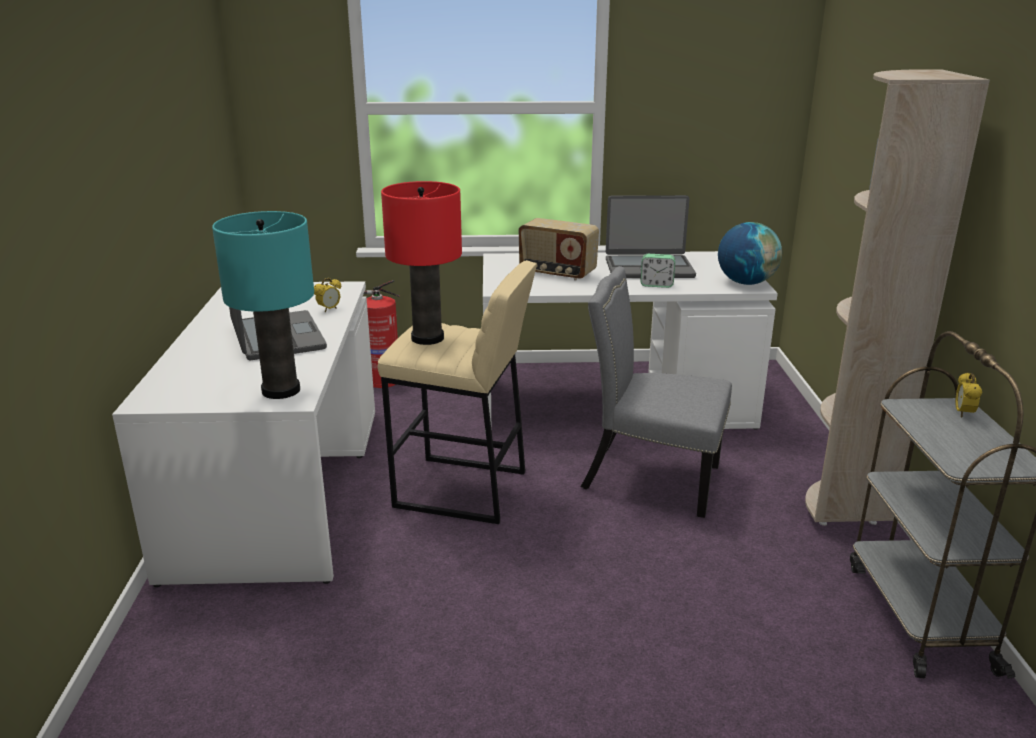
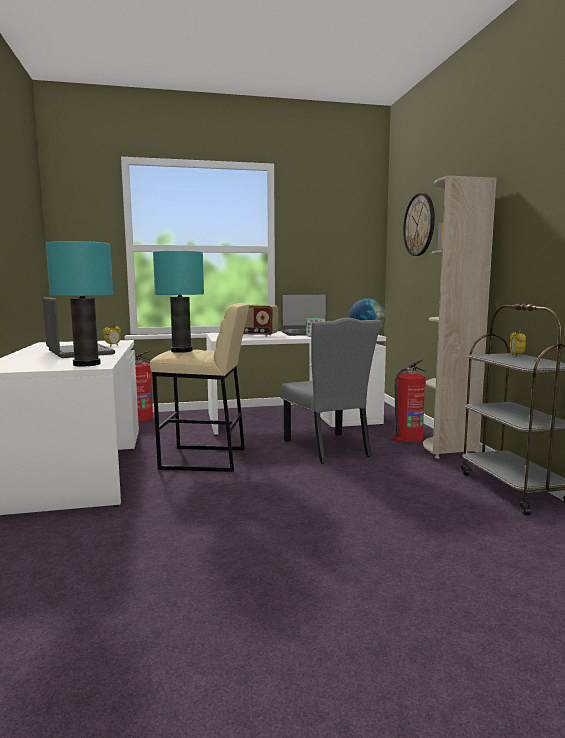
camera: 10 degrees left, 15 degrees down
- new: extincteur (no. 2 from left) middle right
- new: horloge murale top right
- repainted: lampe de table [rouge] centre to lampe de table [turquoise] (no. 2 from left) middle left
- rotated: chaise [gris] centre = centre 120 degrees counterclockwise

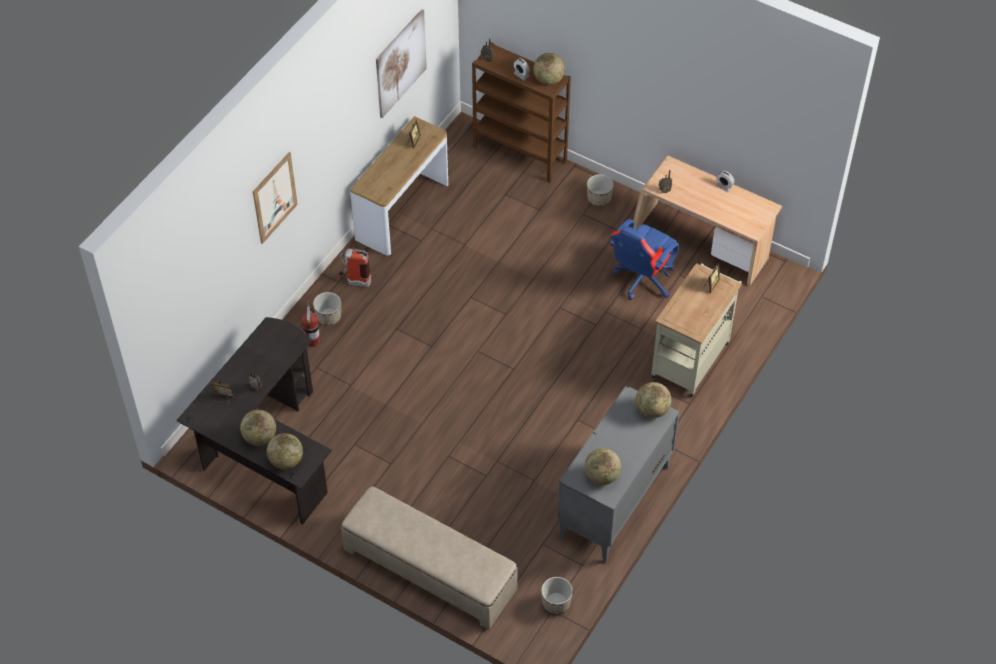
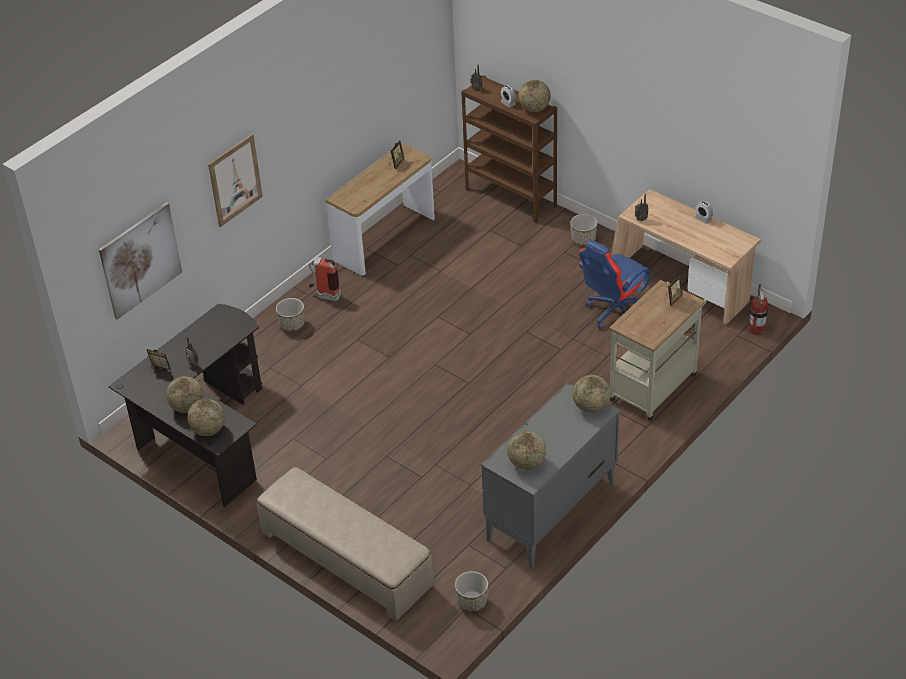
camera: 10 degrees right, 10 degrees down
- shifted: extincteur (no. 1 from left in the first image) middle left to extincteur (no. 2 from left) middle right
- shifted: tableau (no. 2 from left in the first image) top centre to tableau (no. 1 from left) middle left

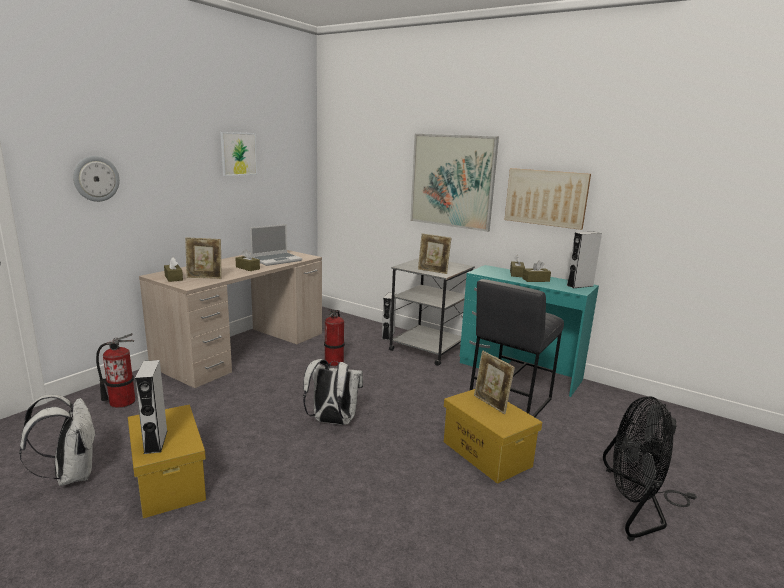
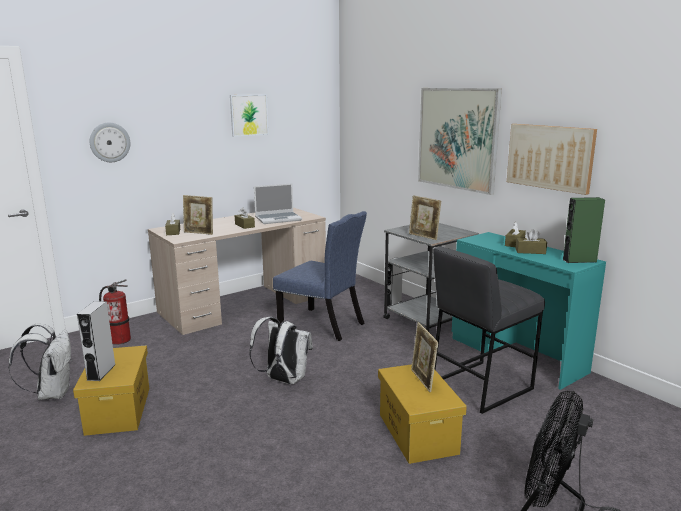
camera: 20 degrees right, 0 degrees up
- swapped: extincteur (no. 2 from left) centre to chaise [bleu] centre
- repainted: enceinte [gris] (no. 3 from left) middle right to enceinte [vert] middle right

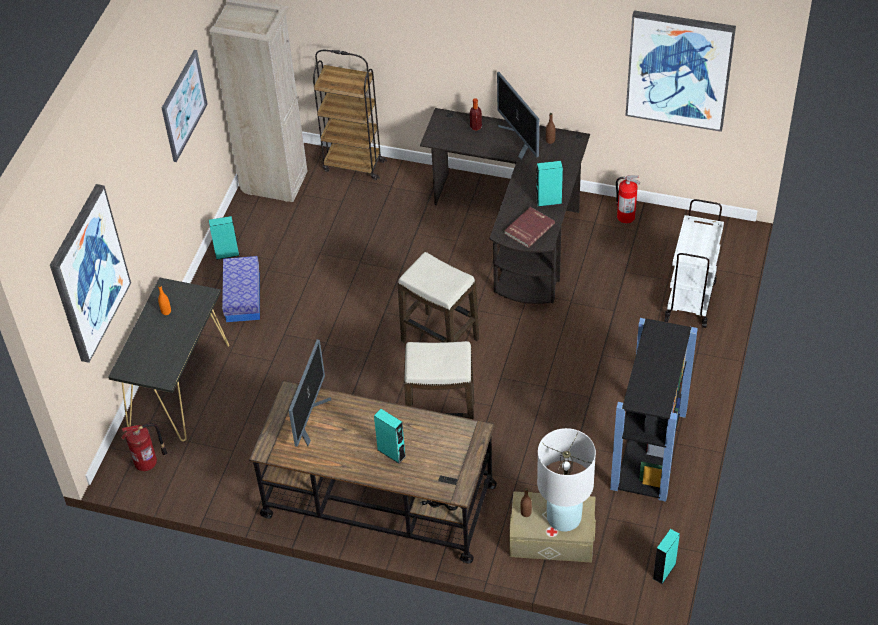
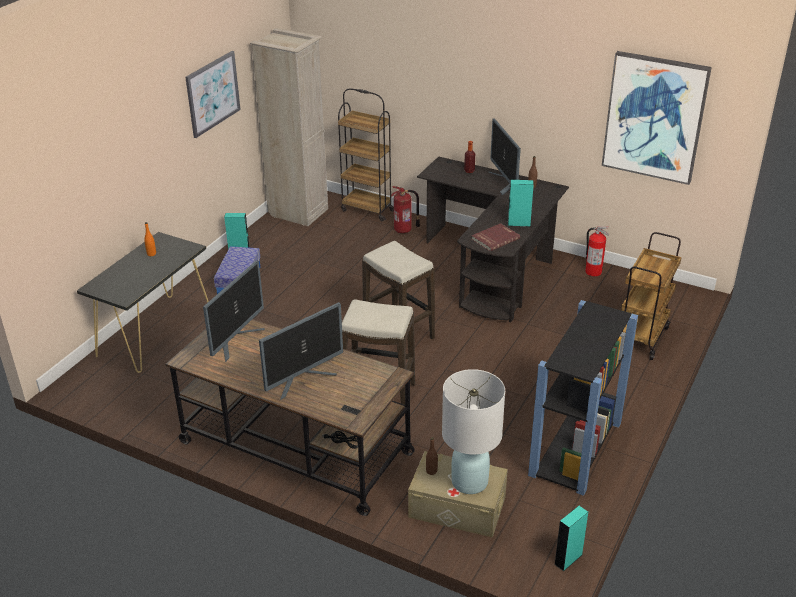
camera: 10 degrees right, 15 degrees down
- gone: tableau (no. 1 from left) middle left
- shifted: extincteur (no. 1 from left) bottom left to centre
- swapped: enceinte [turquoise] (no. 2 from left) bottom centre to écran d'ordinateur (no. 2 from left) centre
- repainted: chariot [blanc] middle right to chariot [marron] (no. 2 from left) middle right

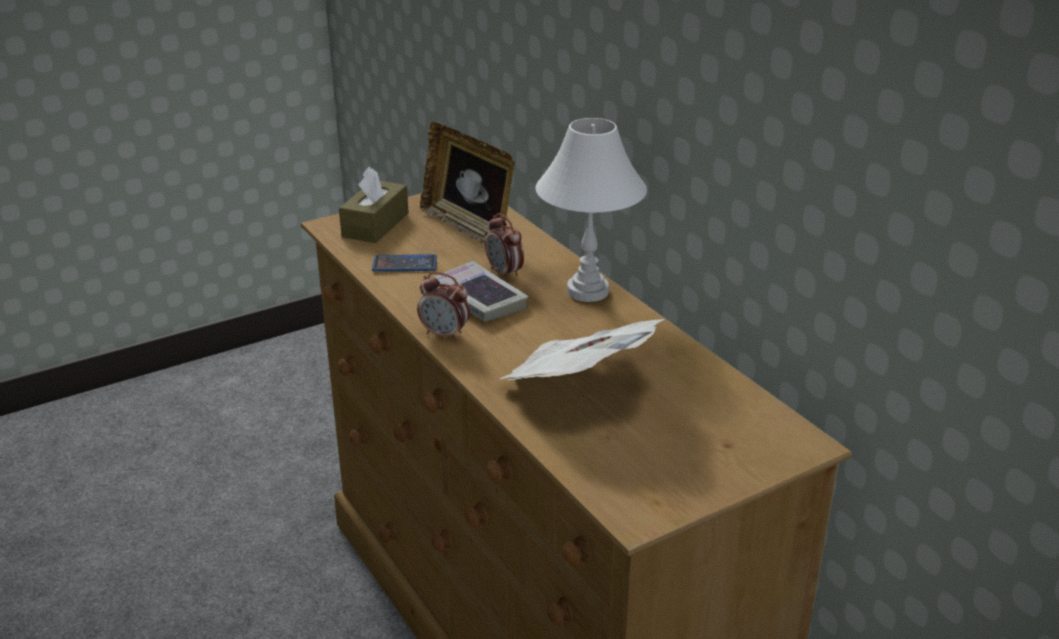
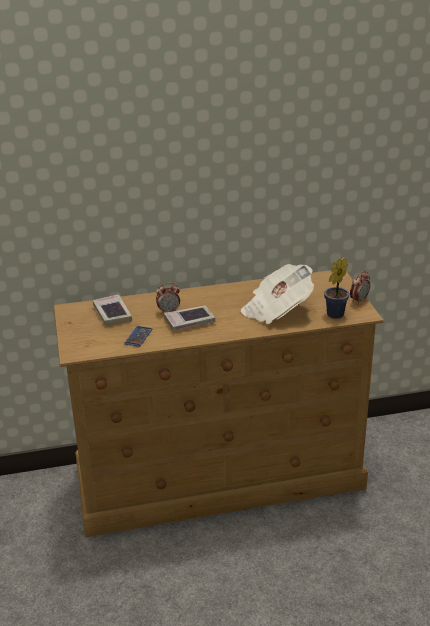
camera: 70 degrees left, 0 degrees up
- gone: boîte à mouchoirs [marron] top centre
- gone: lampe de table [blanc] top centre
- new: plante en pot middle right
- shifted: réveil (no. 1 from left in the first image) centre to réveil (no. 2 from left) middle right
- swapped: cadre photo top centre to livre (no. 1 from left) middle left

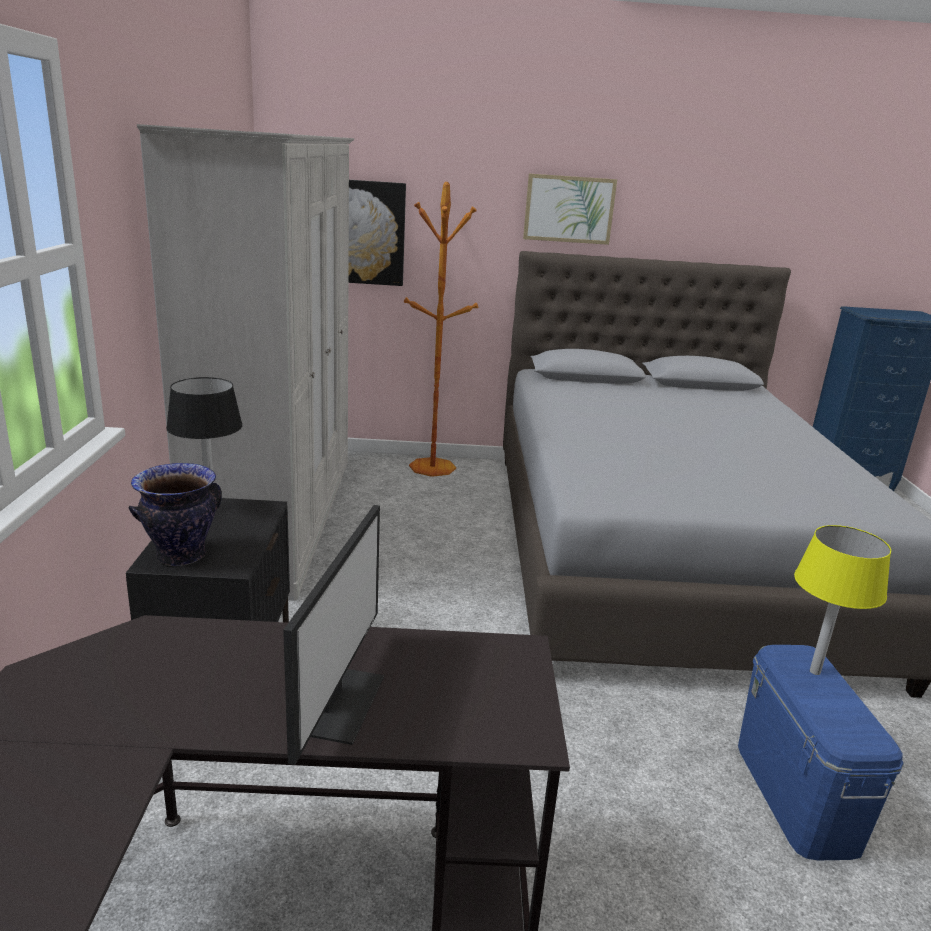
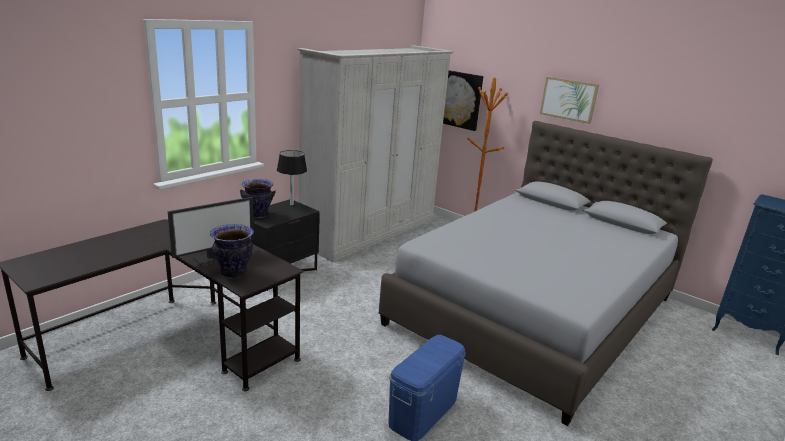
camera: 40 degrees right, 0 degrees up
- gone: lampe de table [jaune] middle right
- new: vase (no. 1 from left) middle left

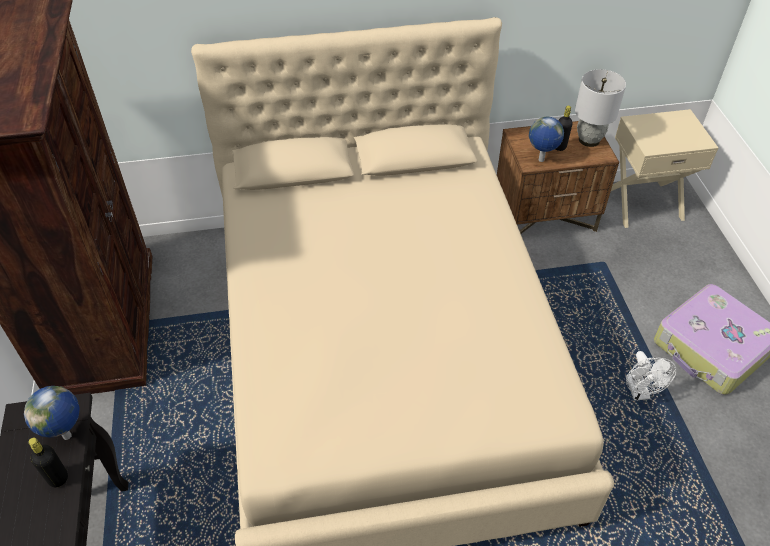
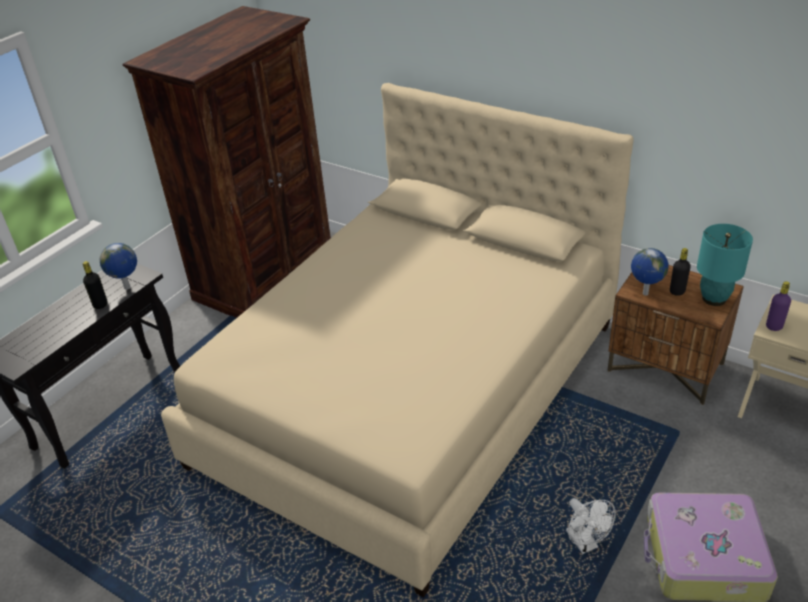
camera: 45 degrees right, 10 degrees down
- new: bouteille [violet] middle right
- repainted: lampe de table [blanc] top right to lampe de table [turquoise] middle right
- rotated: ventilateur [blanc] bottom right = bottom right 60 degrees counterclockwise

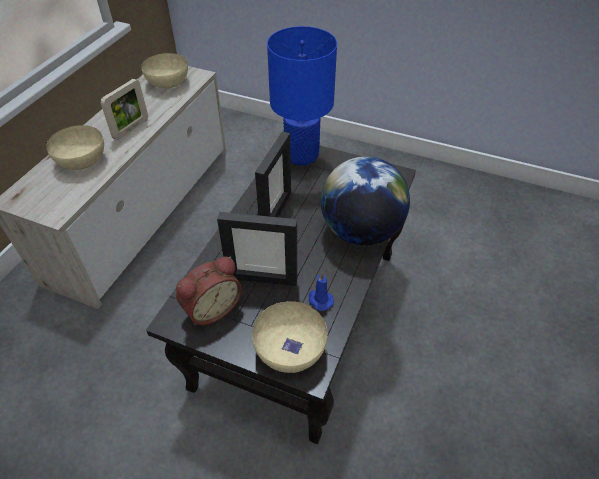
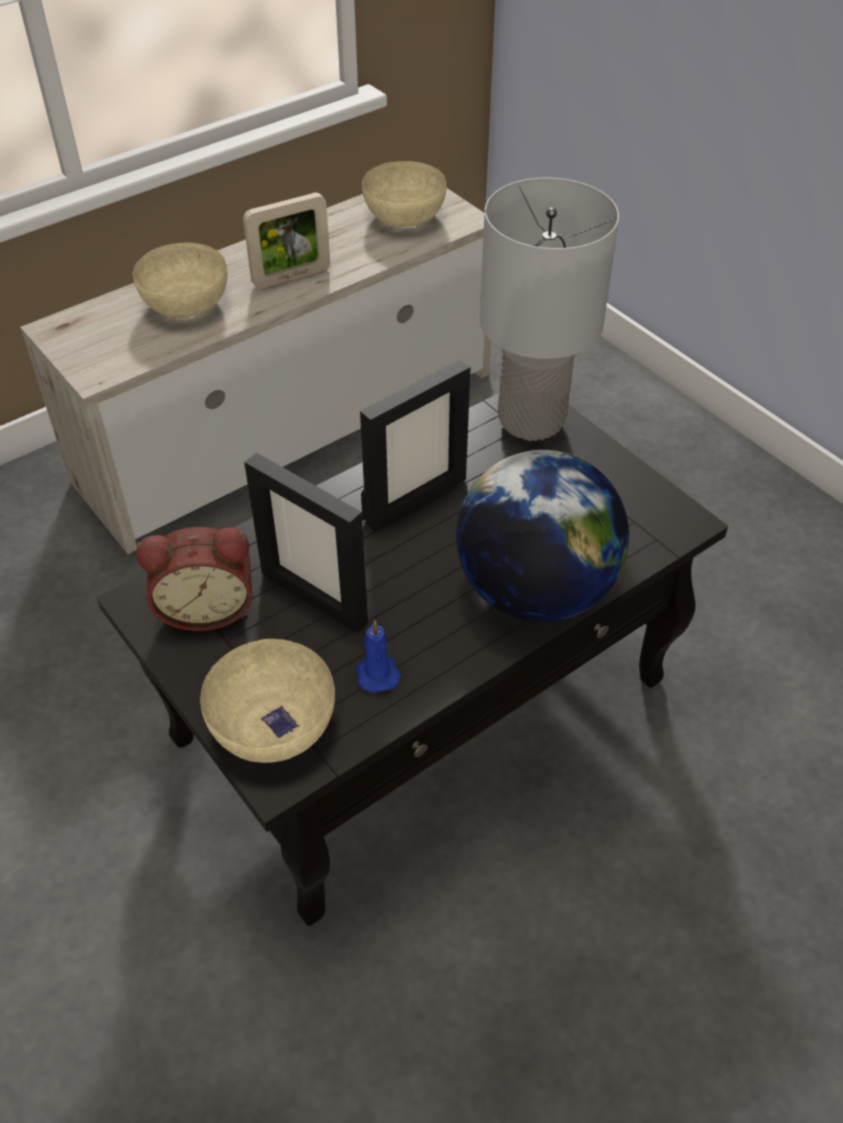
camera: 30 degrees right, 0 degrees up
- repainted: lampe de table [bleu] top centre to lampe de table [gris] top centre

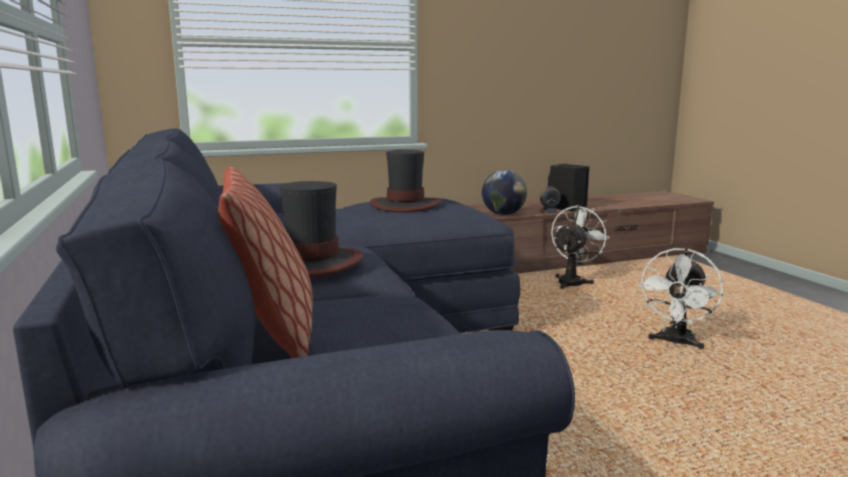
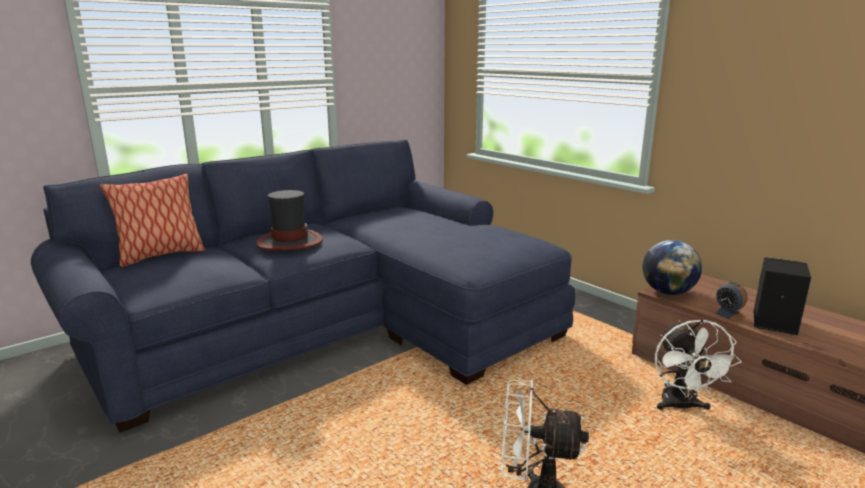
camera: 70 degrees right, 5 degrees up
- gone: chapeau (no. 2 from left) centre
- rotated: ventilateur [blanc] (no. 1 from left in the first image) middle right = bottom right 75 degrees clockwise

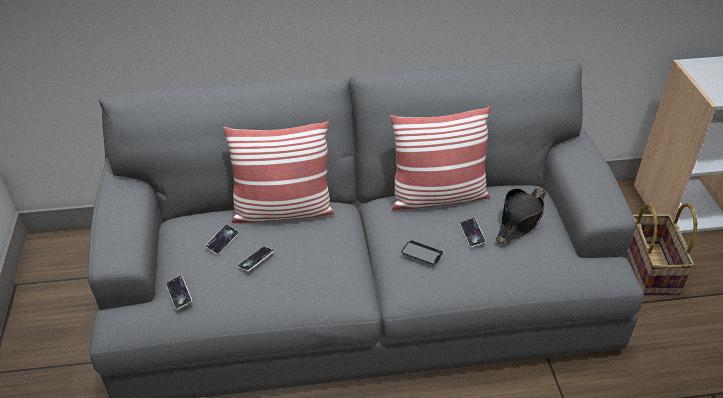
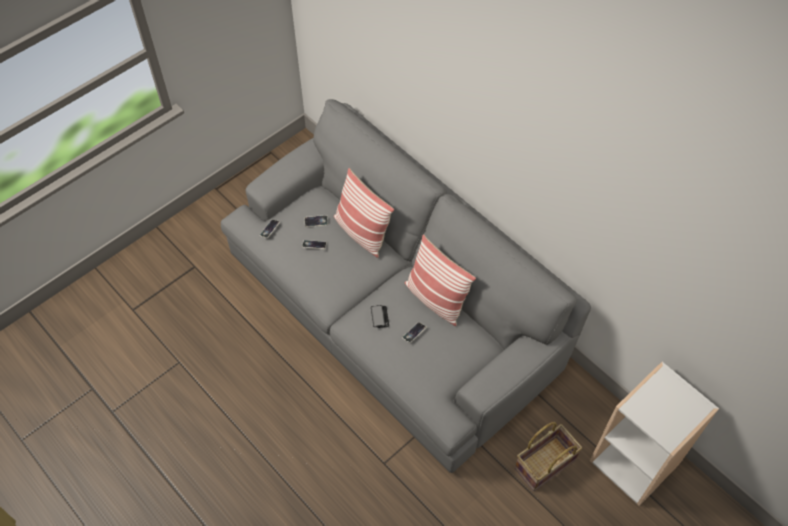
camera: 55 degrees right, 15 degrees up
- gone: chapeau [noir] middle right

